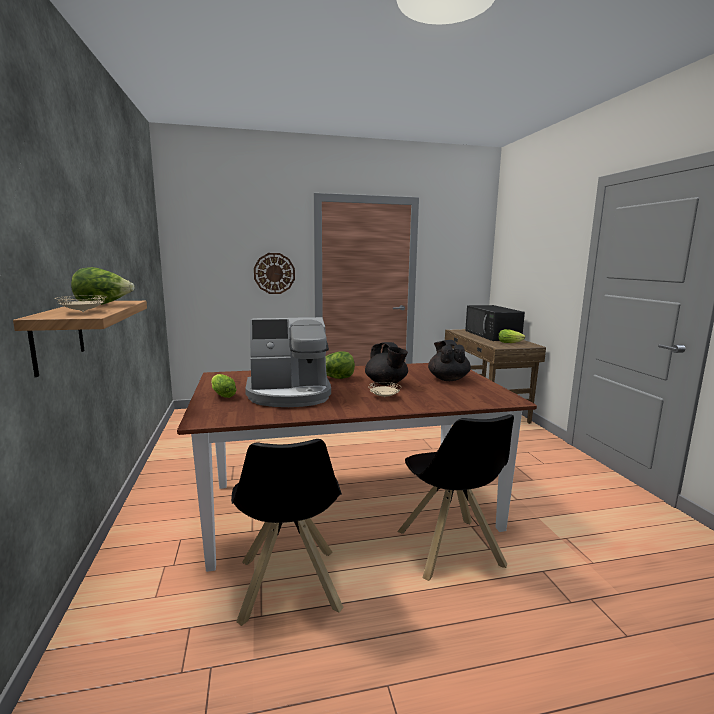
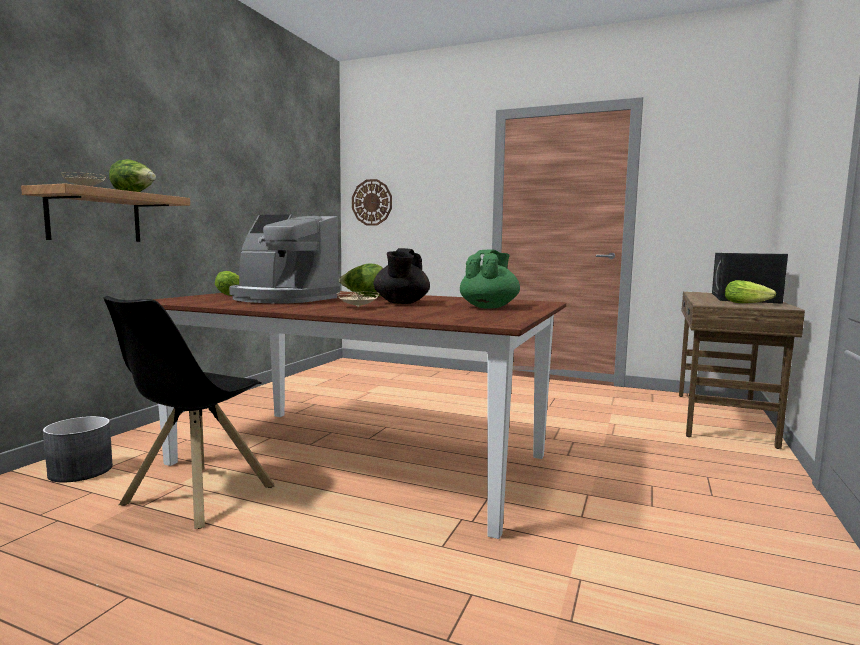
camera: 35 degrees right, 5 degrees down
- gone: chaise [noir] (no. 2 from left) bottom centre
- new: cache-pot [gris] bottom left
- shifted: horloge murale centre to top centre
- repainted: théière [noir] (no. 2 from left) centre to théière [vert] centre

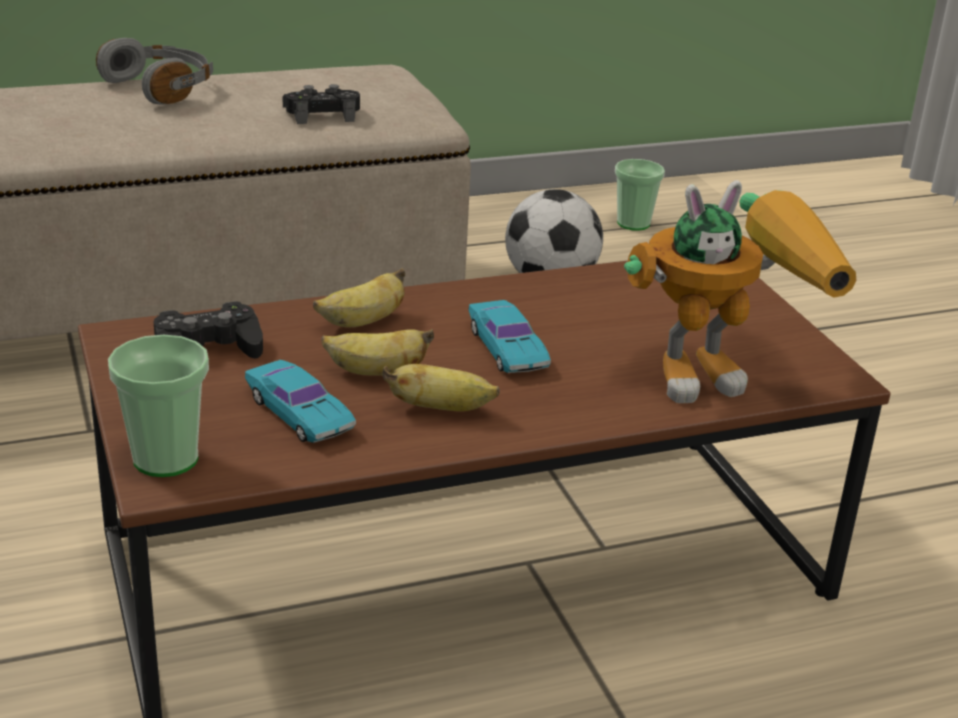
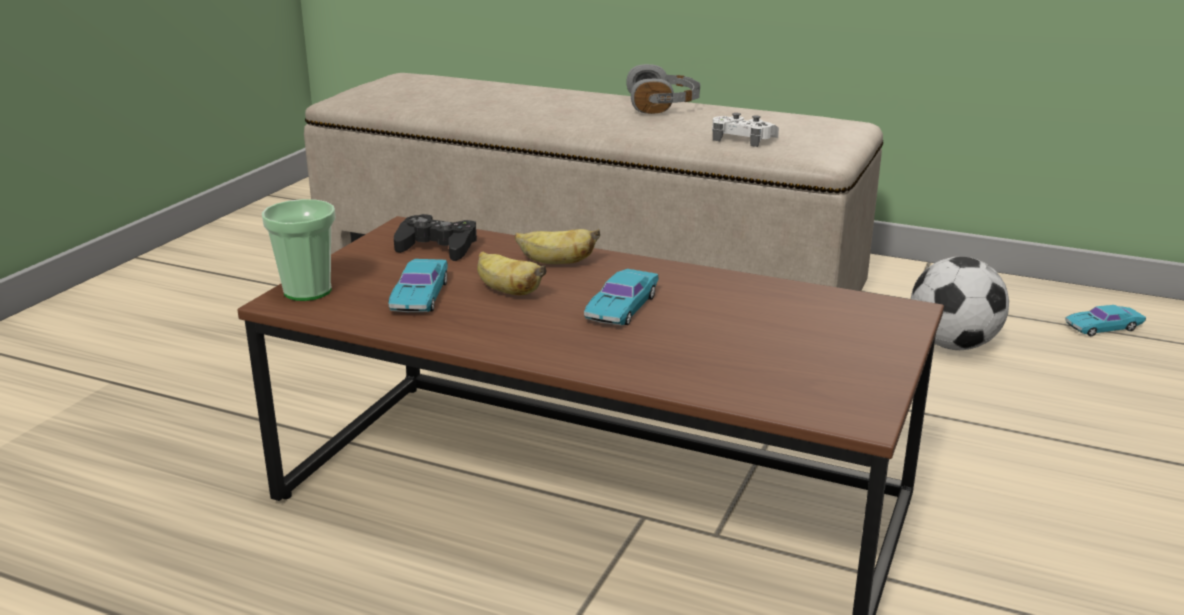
camera: 45 degrees right, 5 degrees down
- gone: banane (no. 3 from left) centre
- gone: robot jouet middle right
- swapped: tasse (no. 2 from left) top right to petite voiture [turquoise] (no. 3 from left) middle right
- repainted: manette [noir] (no. 2 from left) top centre to manette [blanc] top centre

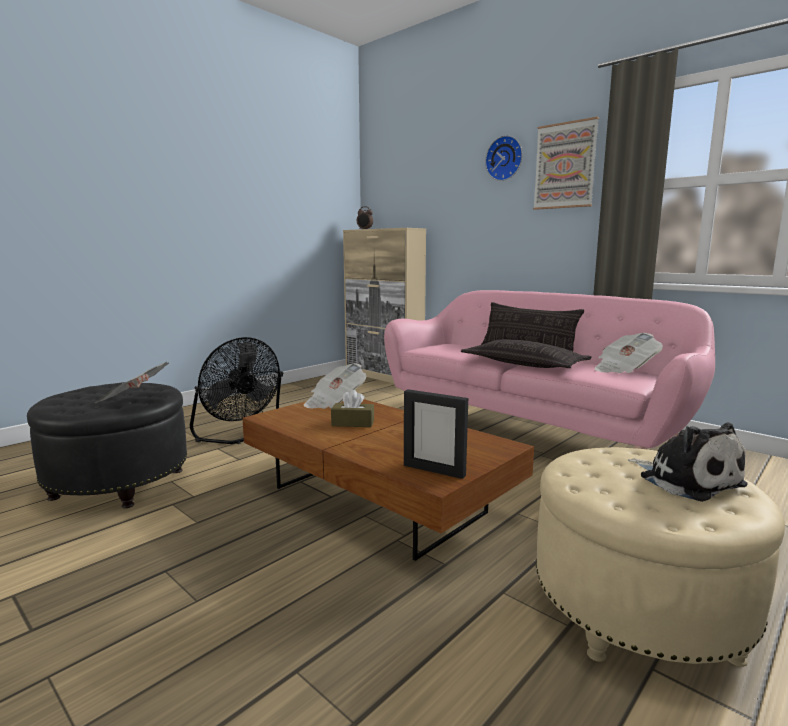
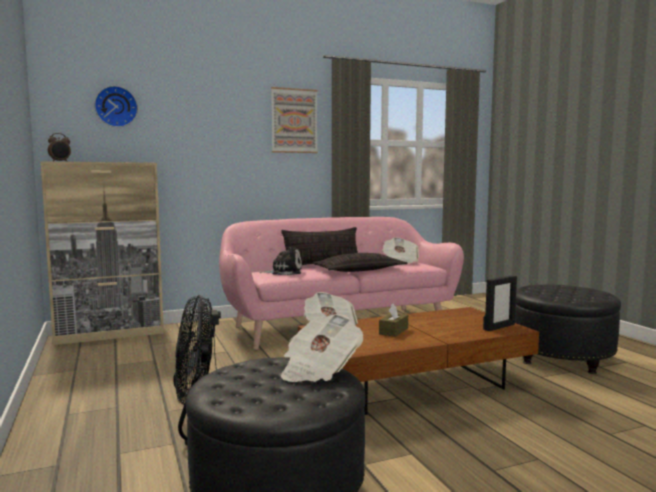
camera: 65 degrees left, 5 degrees down
- shifted: horloge murale top centre to top left
- shifted: peluche middle right to centre
- repainted: pouf [beige] bottom right to pouf [noir] (no. 2 from left) bottom right

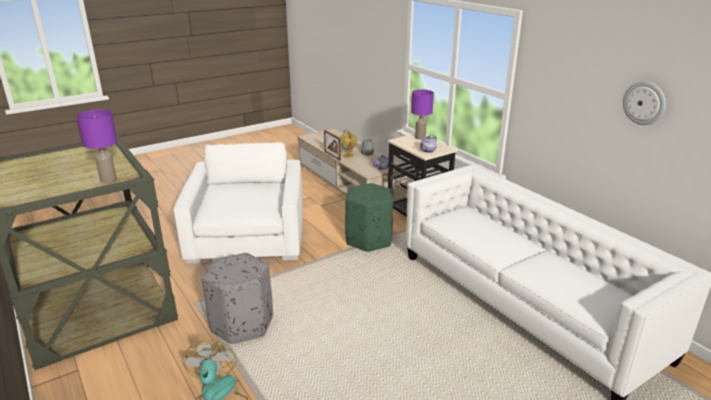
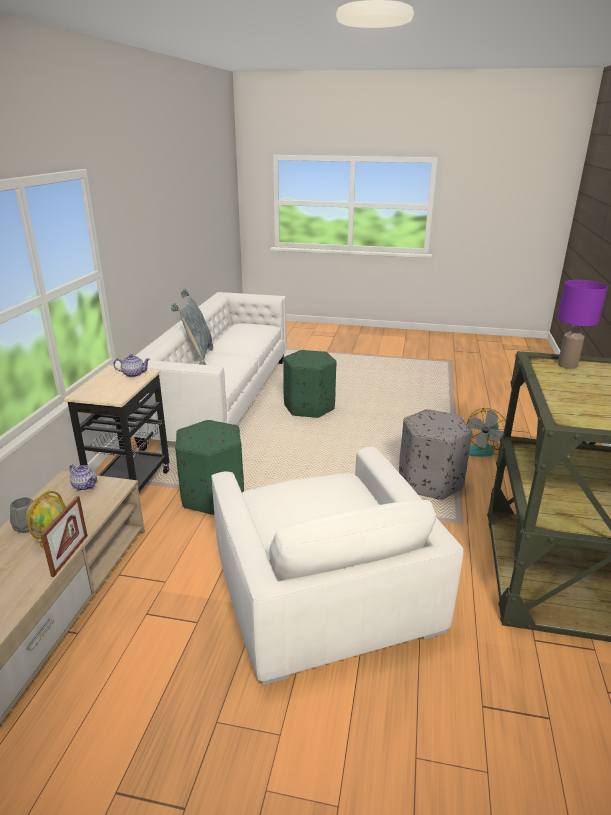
camera: 135 degrees left, 0 degrees up
- gone: lampe de table [violet] (no. 2 from left) top centre
- gone: horloge murale top right
- new: coussin middle left
- new: pouf [vert] (no. 2 from left) centre
- rotated: fauteuil [blanc] centre = bottom centre 60 degrees counterclockwise

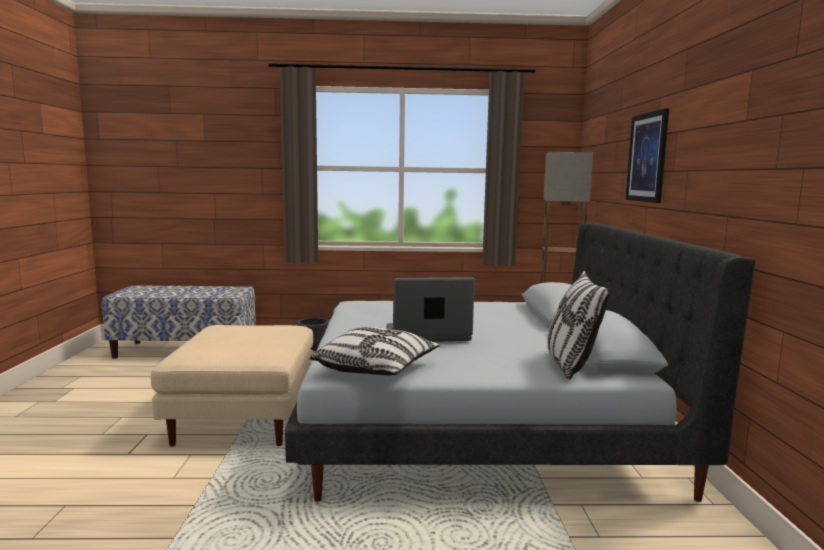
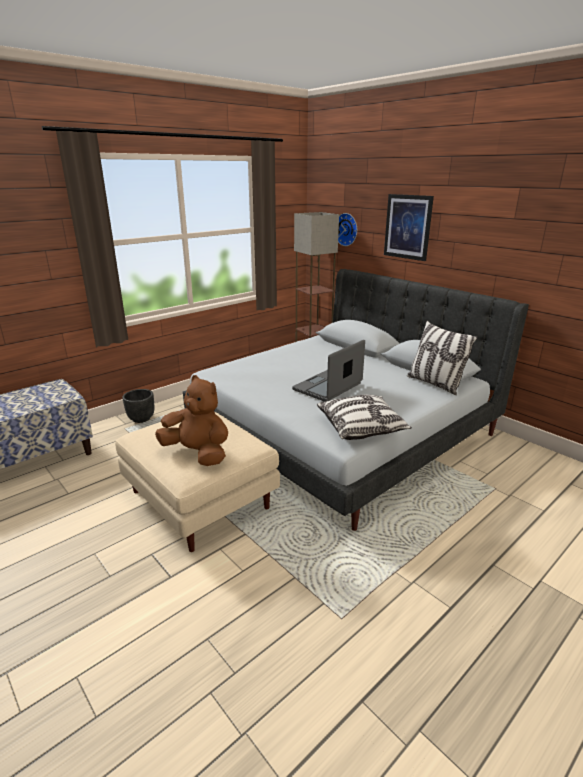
camera: 40 degrees left, 15 degrees up
- new: peluche [marron] middle left
- new: horloge murale top centre

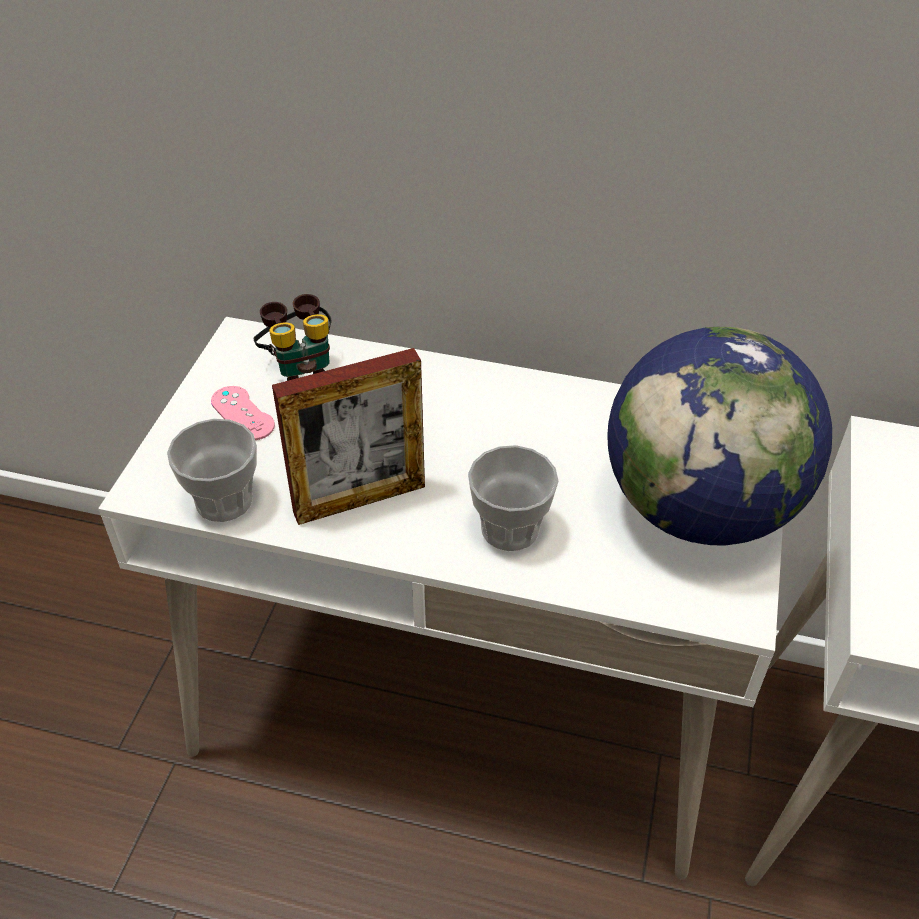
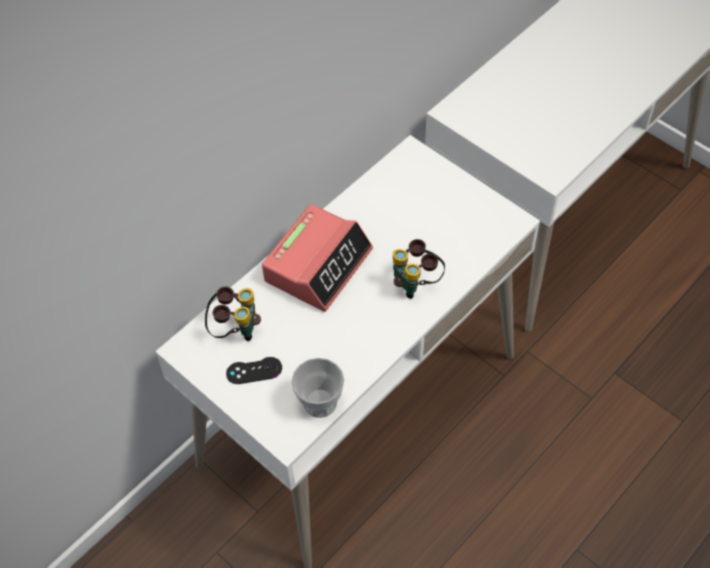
camera: 60 degrees left, 10 degrees up
- gone: cadre photo centre
- gone: globe middle right
- new: réveil centre
- swapped: tasse (no. 2 from left) centre to jumelles (no. 2 from left) centre
- repainted: manette [rose] middle left to manette [noir] centre

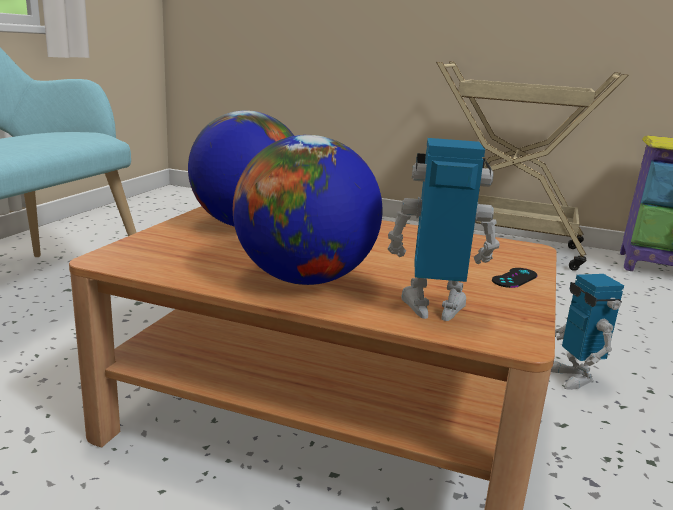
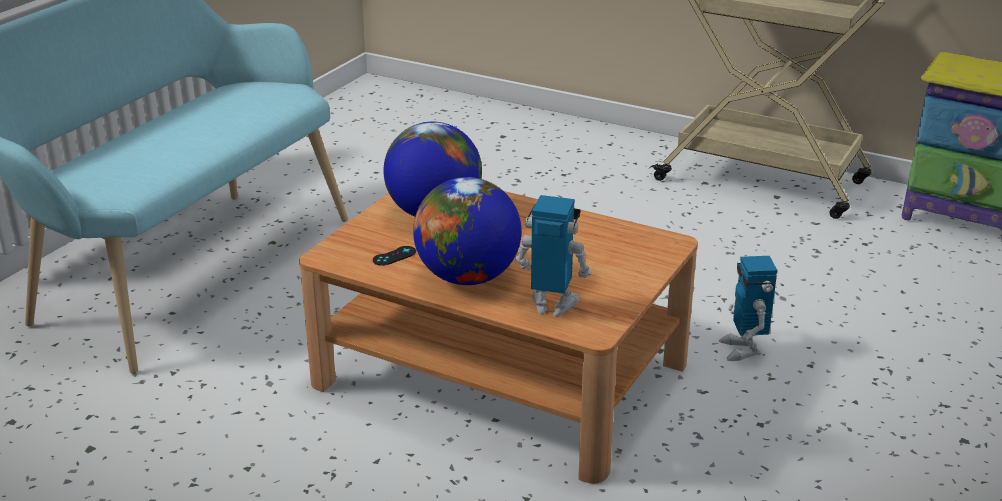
camera: 10 degrees right, 10 degrees up
- shifted: manette [noir] middle right to centre

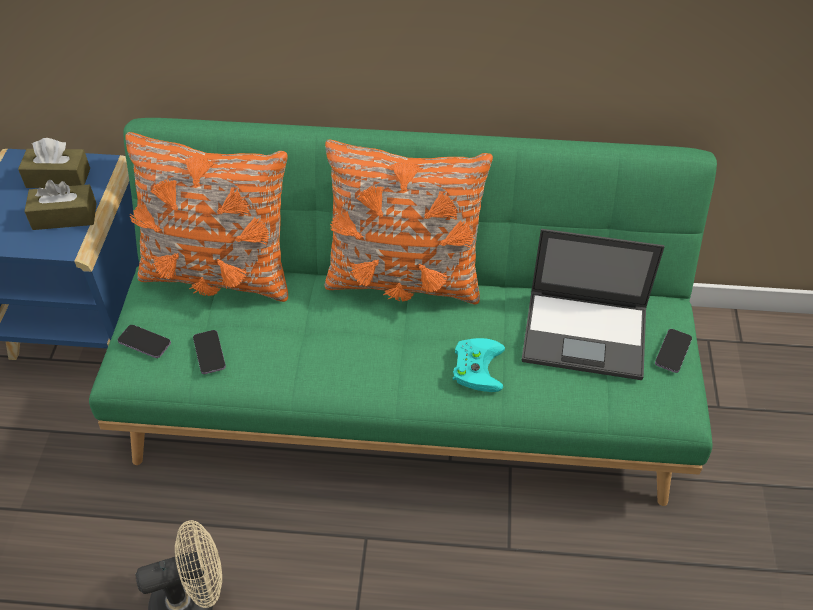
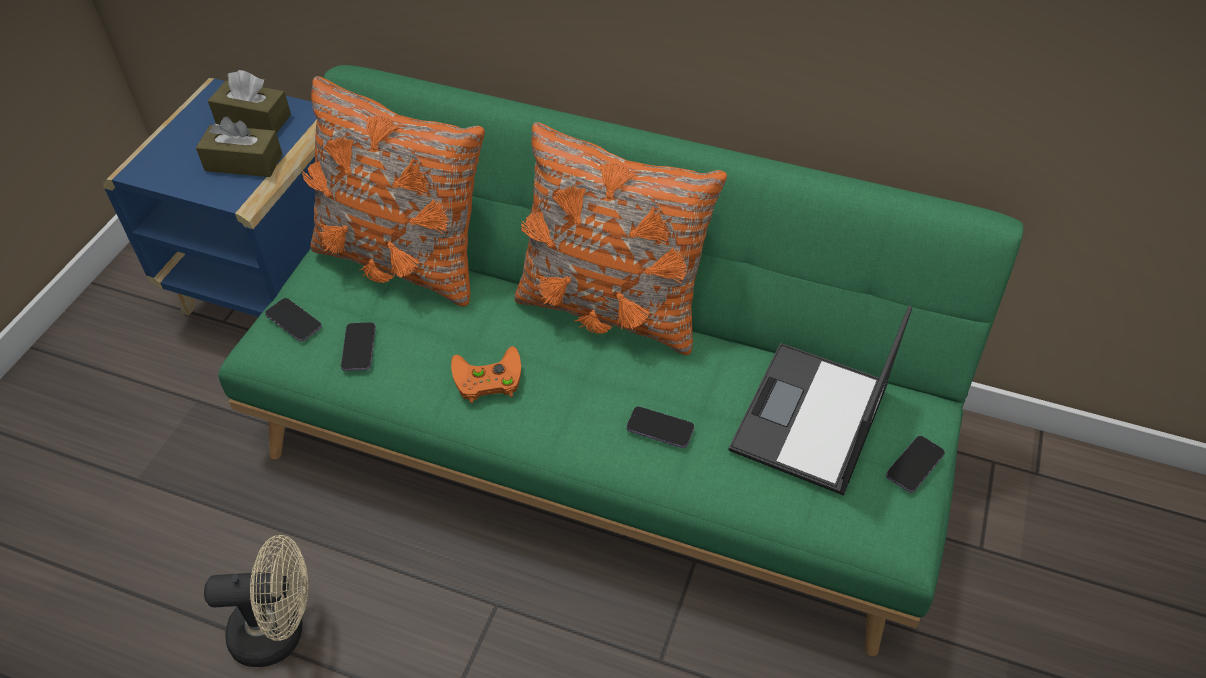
camera: 15 degrees right, 0 degrees up
- new: manette [orange] centre
- swapped: manette [turquoise] centre to téléphone (no. 3 from left) centre
- rotated: ordinateur portable middle right = middle right 90 degrees clockwise

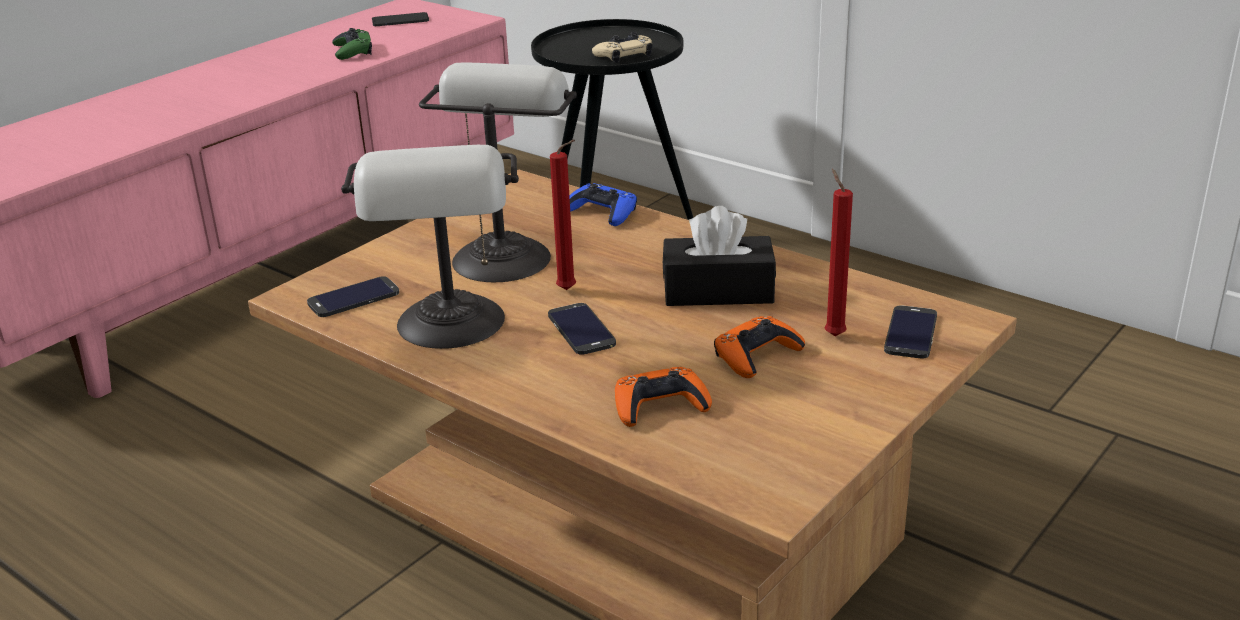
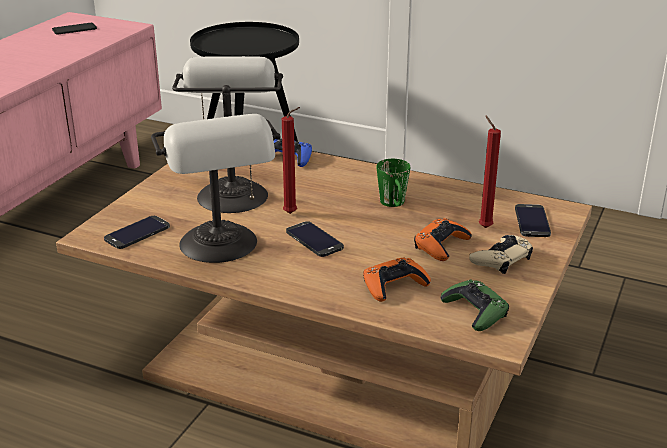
camera: 15 degrees left, 0 degrees up
- shifted: manette [vert] top left to bottom right
- shifted: manette [beige] top centre to middle right
- swapped: boîte à mouchoirs [noir] centre to mug [vert] centre

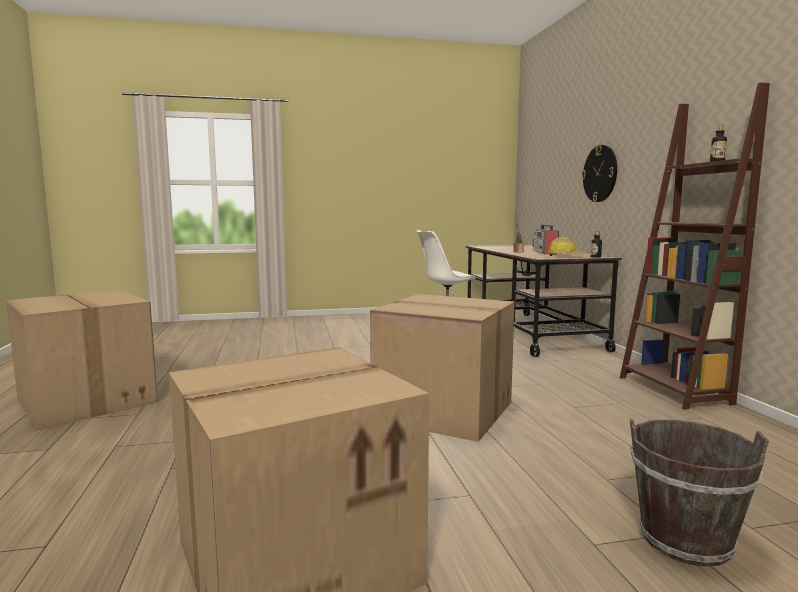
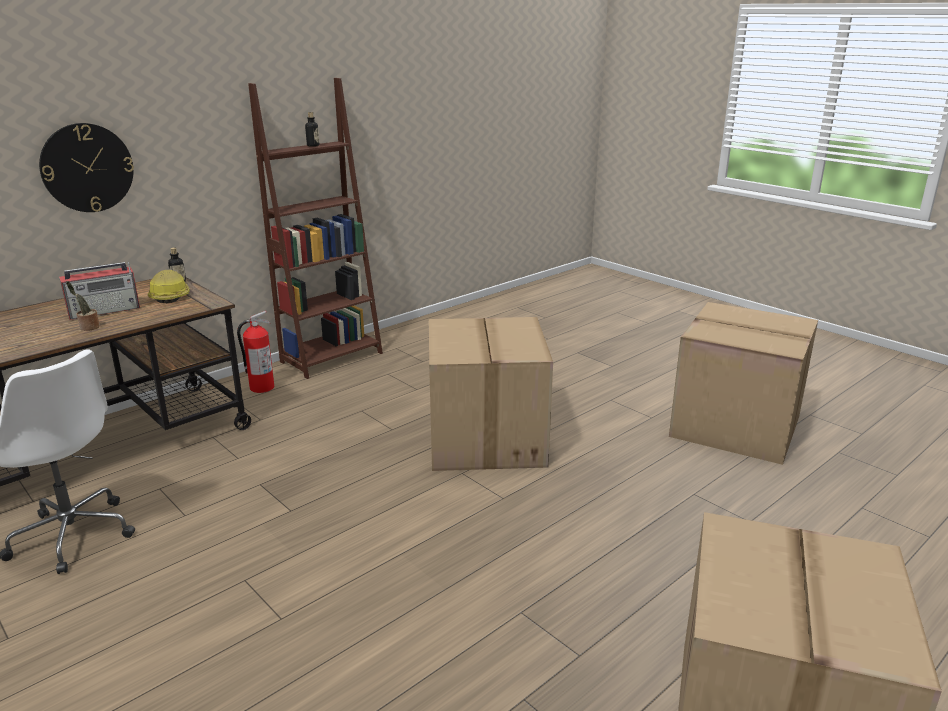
camera: 120 degrees left, 15 degrees up
- gone: seau [marron] bottom right
- new: extincteur middle left

